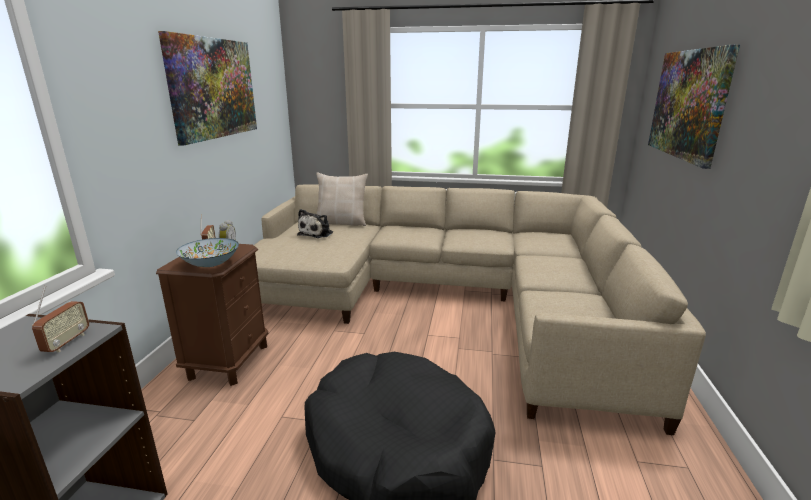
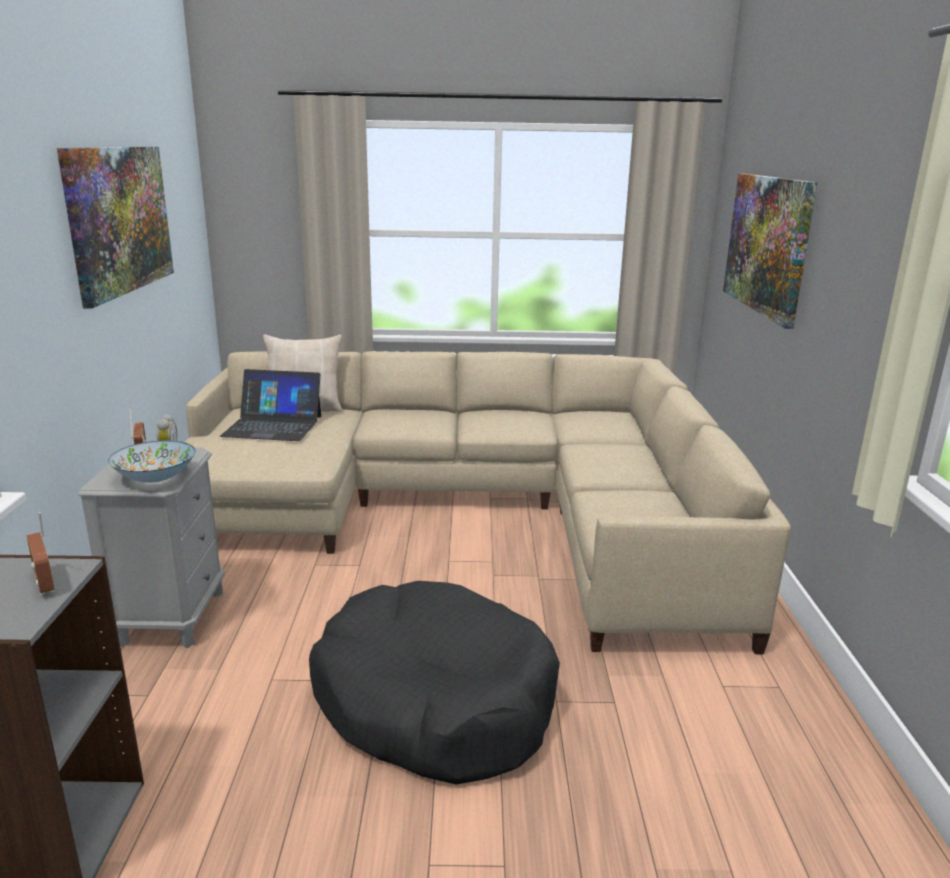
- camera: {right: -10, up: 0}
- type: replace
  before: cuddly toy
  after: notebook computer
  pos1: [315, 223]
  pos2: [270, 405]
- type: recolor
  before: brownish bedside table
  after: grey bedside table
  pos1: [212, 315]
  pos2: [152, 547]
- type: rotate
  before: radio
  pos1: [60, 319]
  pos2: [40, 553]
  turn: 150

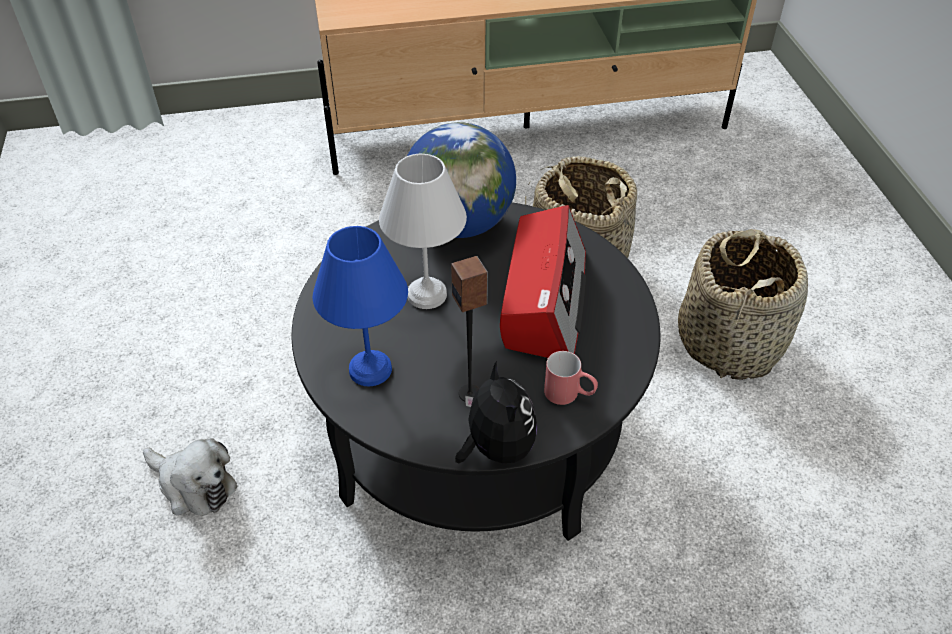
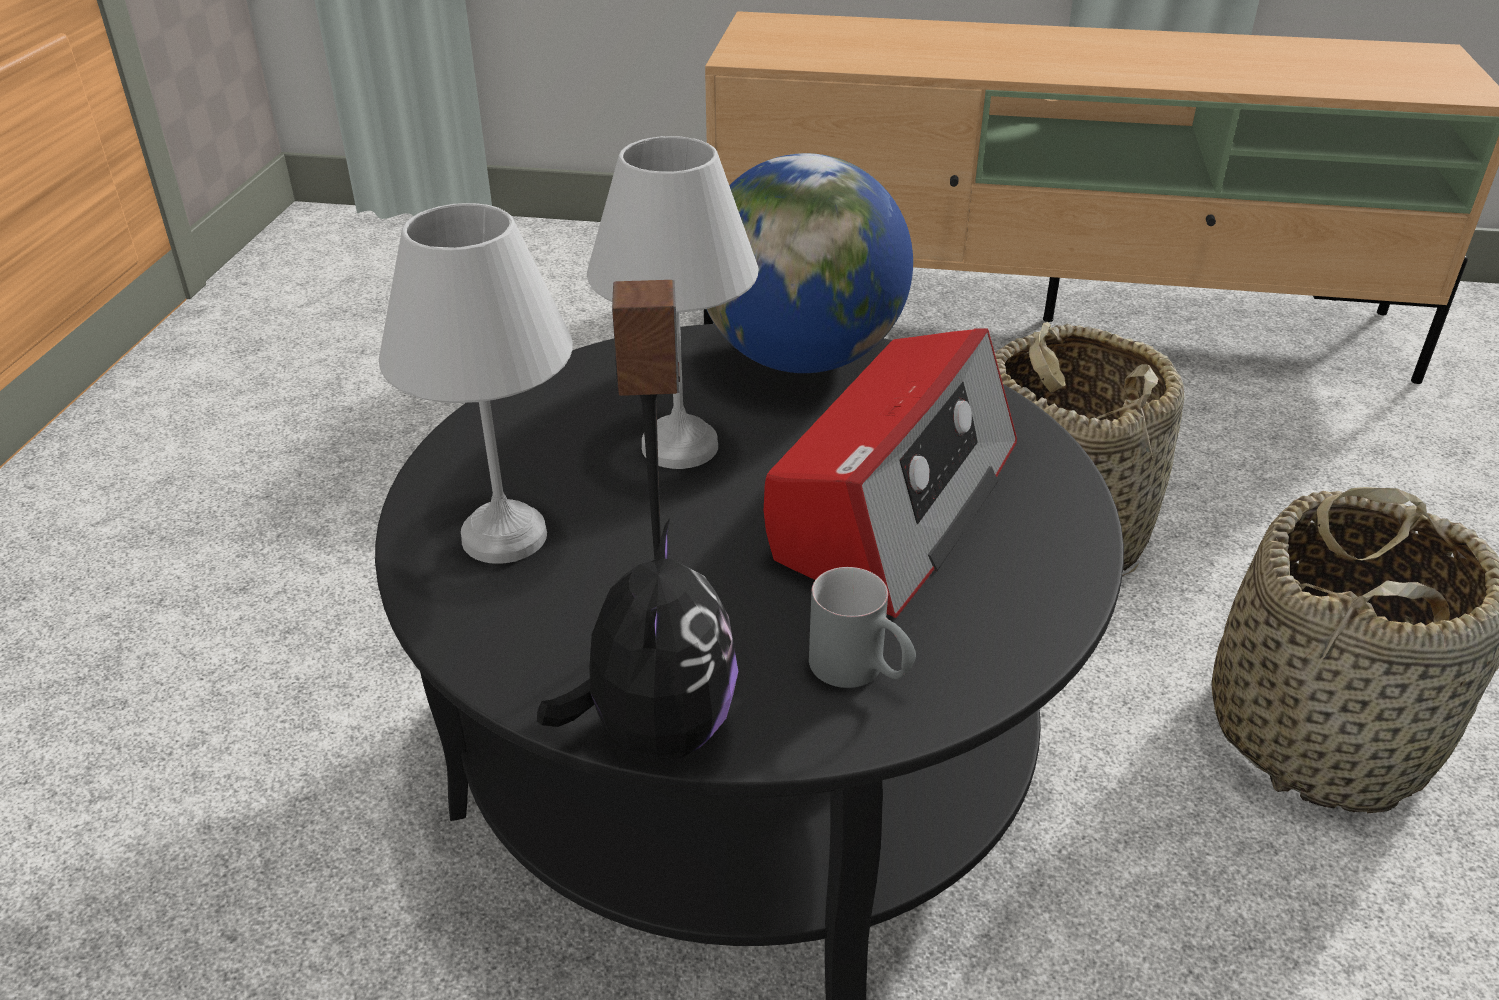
- camera: {right: 20, up: -10}
- type: recolor
  before: blue-coloured lamp for a table
  after: whitish lamp for a table
  pos1: [360, 306]
  pos2: [476, 383]
- type: recolor
  before: reddish coffee mug
  after: grey coffee mug
  pos1: [571, 378]
  pos2: [862, 627]
- type: delete
  before: cuddly toy
  pos1: [190, 477]

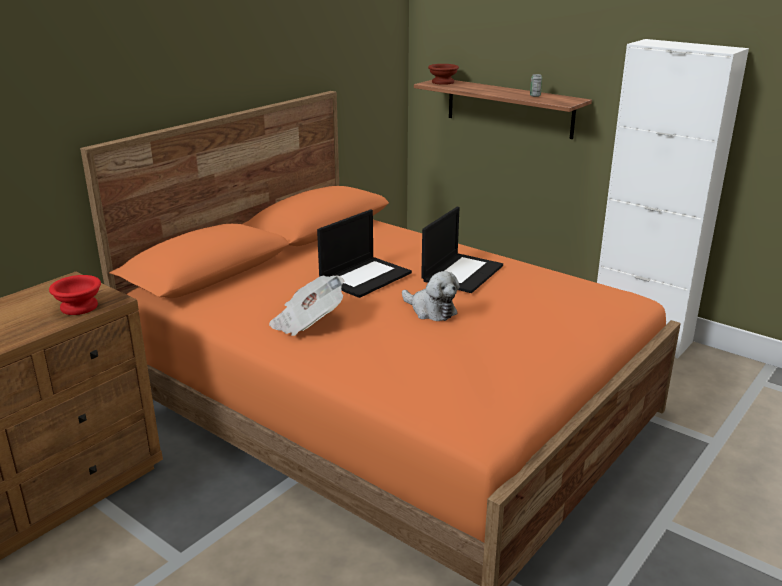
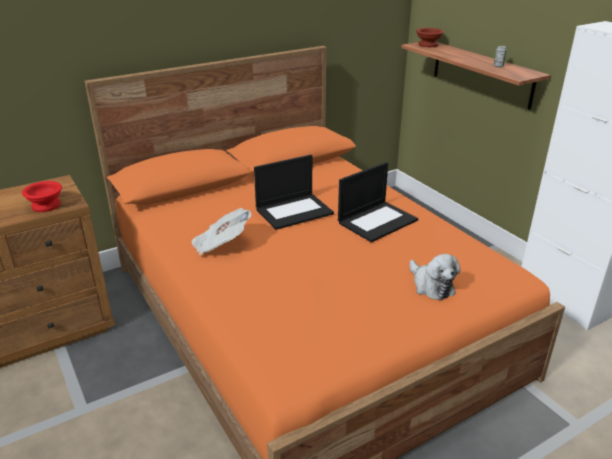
- camera: {right: 20, up: 5}
- type: move
  before: cuddly toy
  pos1: [431, 296]
  pos2: [435, 277]

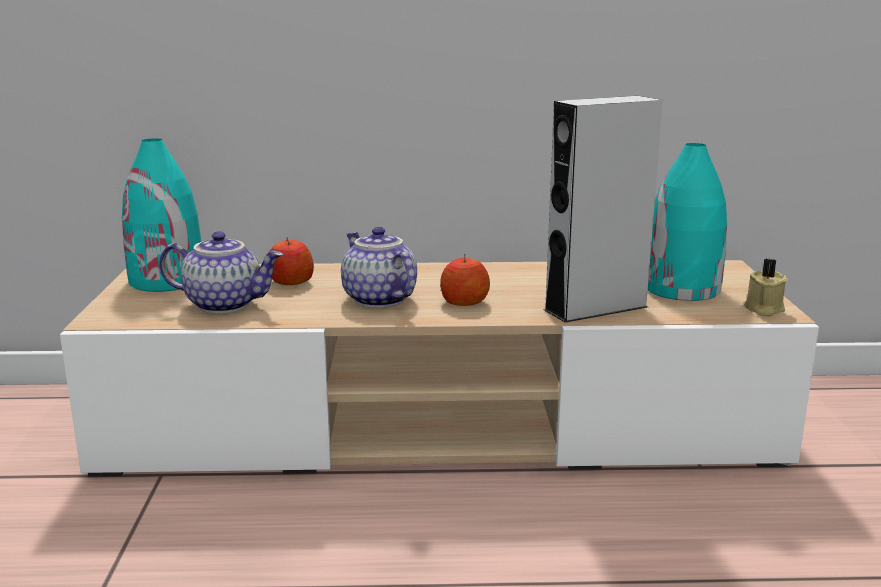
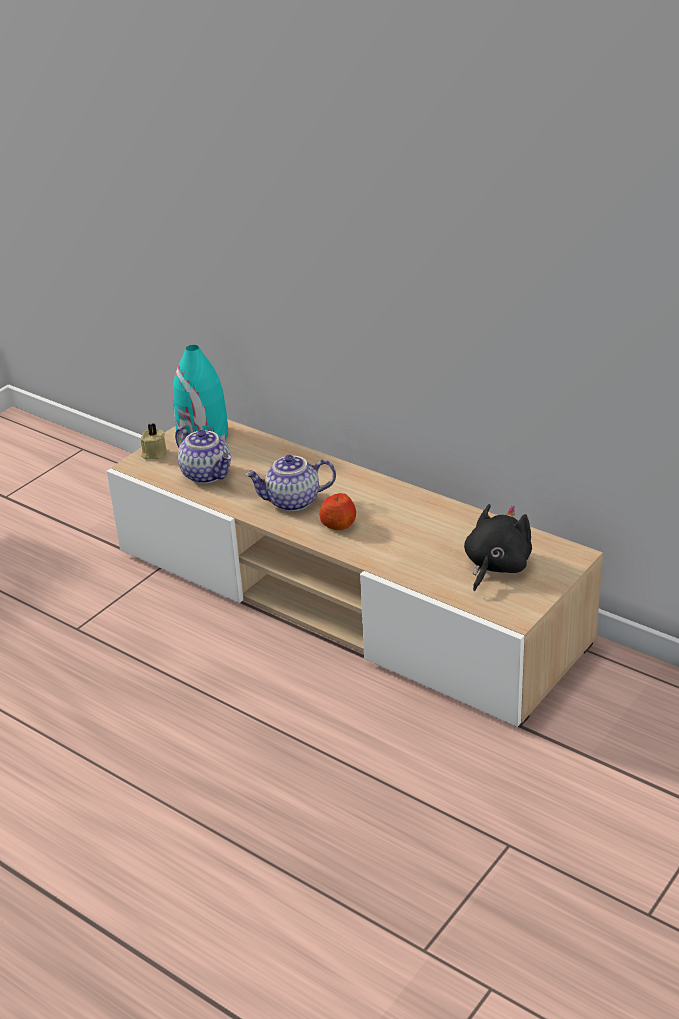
- camera: {right: 40, up: 15}
- type: delete
  before: grey loudspeaker
  pos1: [603, 209]
- type: replace
  before: blue-green vase
  after: black cuddly toy
  pos1: [687, 222]
  pos2: [498, 548]
- type: rotate
  before: tea pot
  pos1: [379, 267]
  pos2: [290, 483]
  turn: -105
- type: delete
  before: whole apple
  pos1: [292, 261]
- type: move
  before: beige-coloured candle
  pos1: [766, 287]
  pos2: [154, 441]

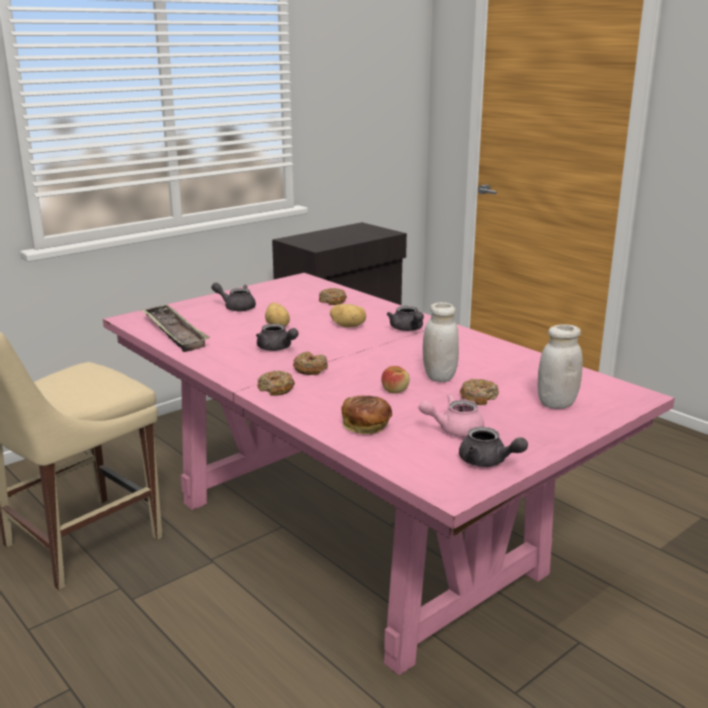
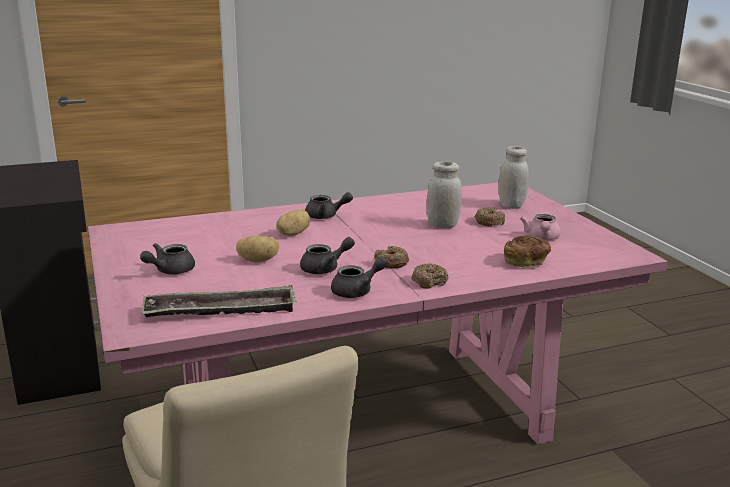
- camera: {right: -70, up: 0}
- type: delete
  before: ring doughnut
  pos1: [333, 296]
- type: delete
  before: whole apple
  pos1: [395, 380]
- type: move
  before: grey tea pot
  pos1: [493, 447]
  pos2: [359, 277]

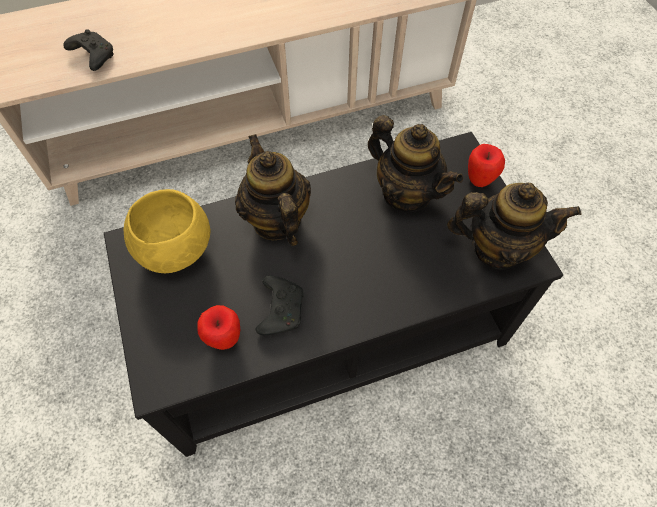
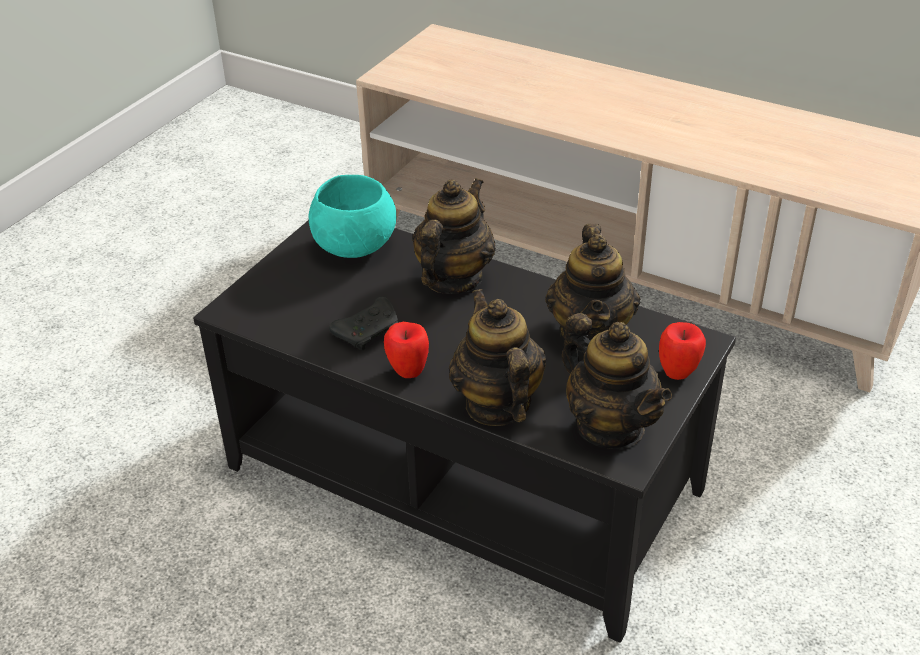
- camera: {right: 50, up: -20}
- type: delete
  before: black game controller
  pos1: [88, 50]
- type: recolor
  before: yellow-coloured deep dish
  after: blue-green deep dish
  pos1: [167, 231]
  pos2: [352, 216]
- type: move
  before: whole apple
  pos1: [218, 327]
  pos2: [406, 350]
- type: insert
  after: tea pot
  pos2: [497, 357]

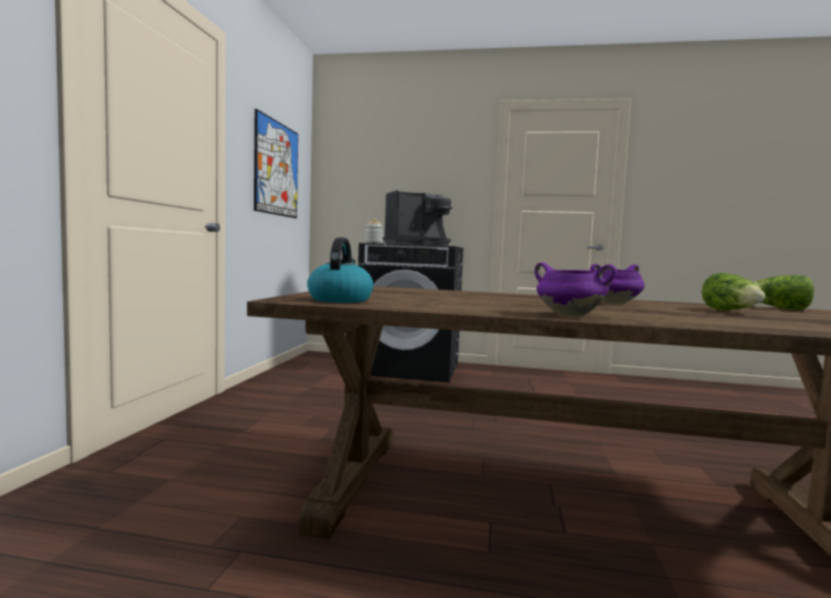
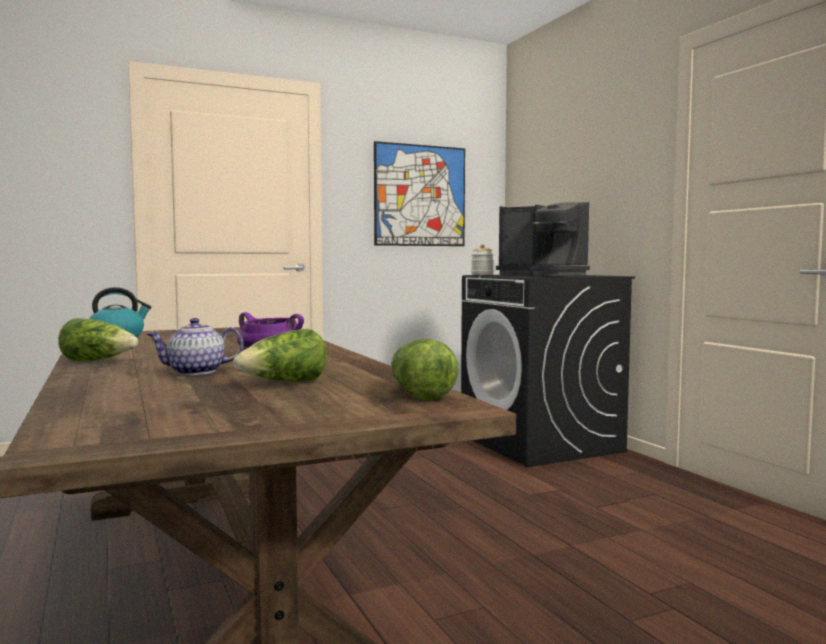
- camera: {right: 55, up: 0}
- type: replace
  before: purplish cooking pot
  after: lettuce head
  pos1: [576, 289]
  pos2: [98, 340]
- type: insert
  after: tea pot
  pos2: [195, 346]

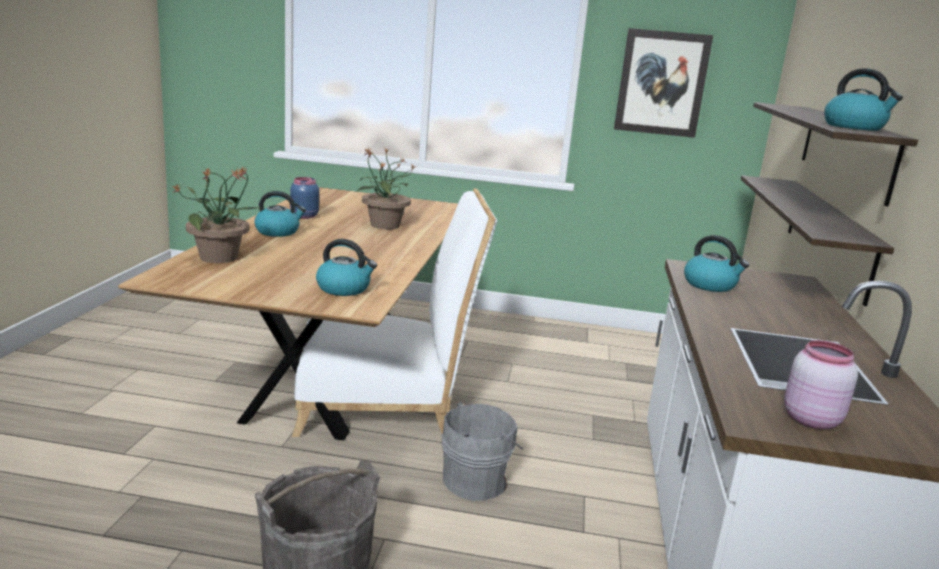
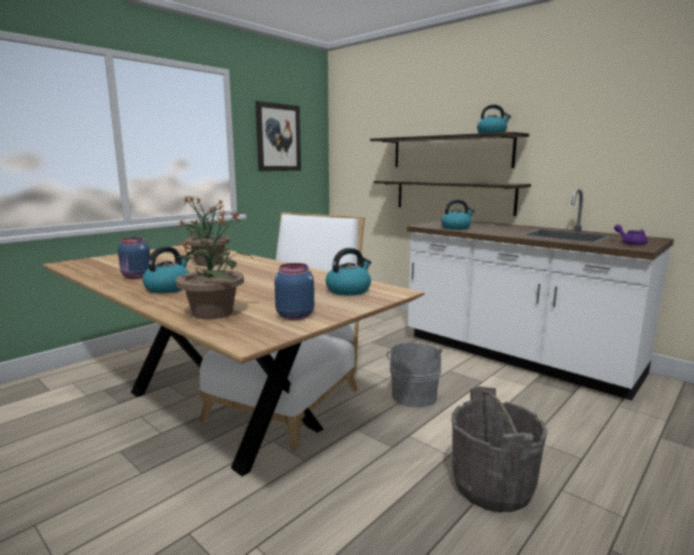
- camera: {right: -55, up: -5}
- type: replace
  before: pink-coloured storage jar
  after: purplish tea pot
  pos1: [821, 384]
  pos2: [631, 234]
- type: insert
  after: blue-coloured storage jar
  pos2: [294, 291]

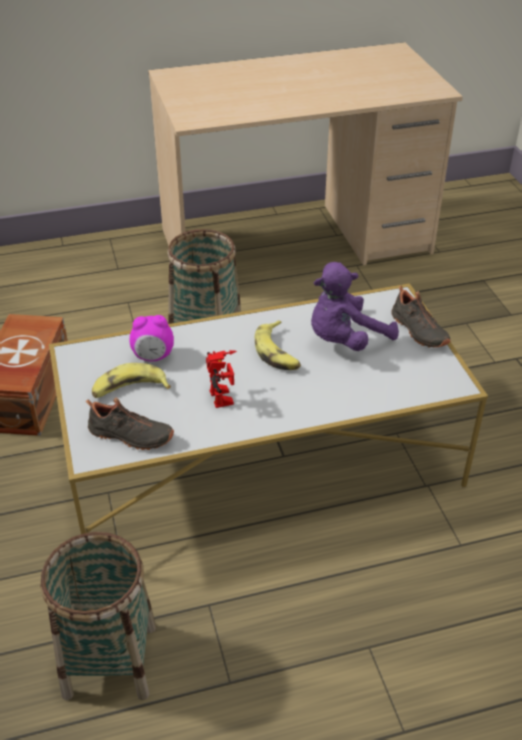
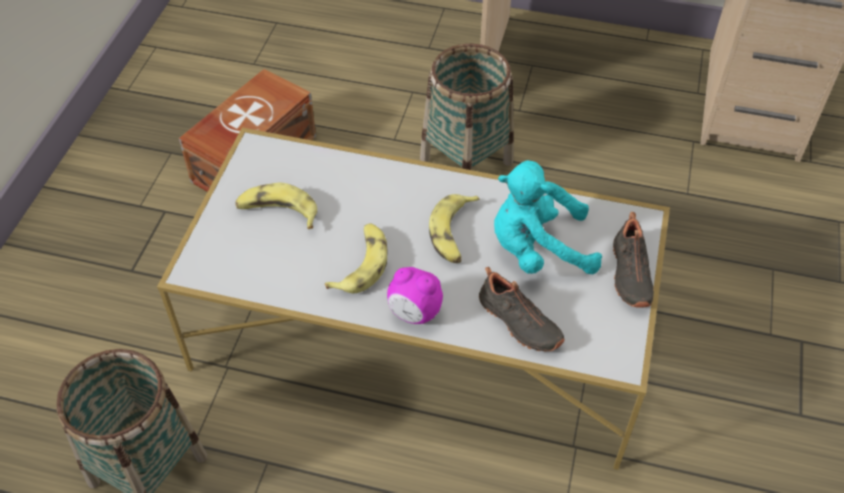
- camera: {right: 30, up: 10}
- type: recolor
  before: purplish cuddly toy
  after: blue-green cuddly toy
  pos1: [355, 306]
  pos2: [548, 217]
- type: move
  before: bedside clock
  pos1: [152, 338]
  pos2: [415, 295]
- type: replace
  before: robot figure
  after: whole banana
  pos1: [221, 379]
  pos2: [356, 258]
- type: move
  before: black shoe
  pos1: [130, 423]
  pos2: [522, 309]

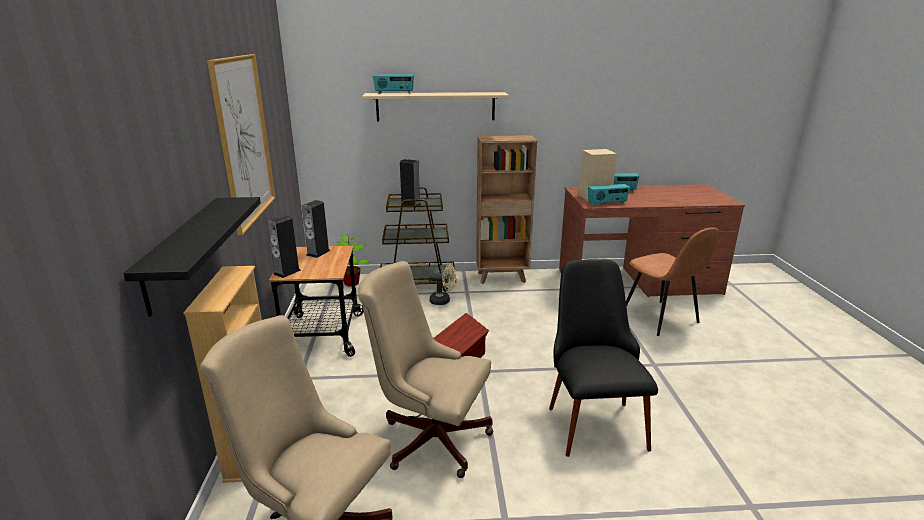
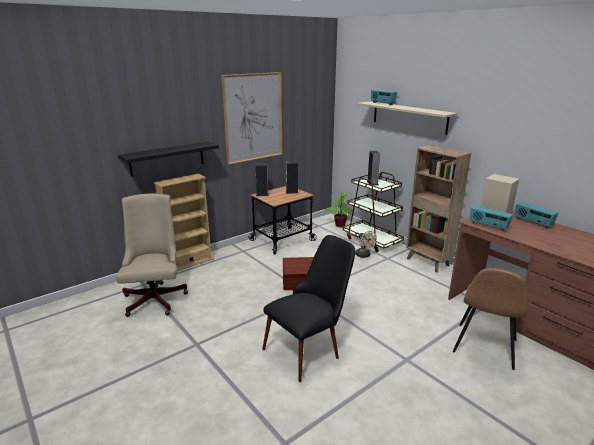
- camera: {right: 55, up: 0}
- type: delete
  before: beige-coloured office chair
  pos1: [425, 369]

